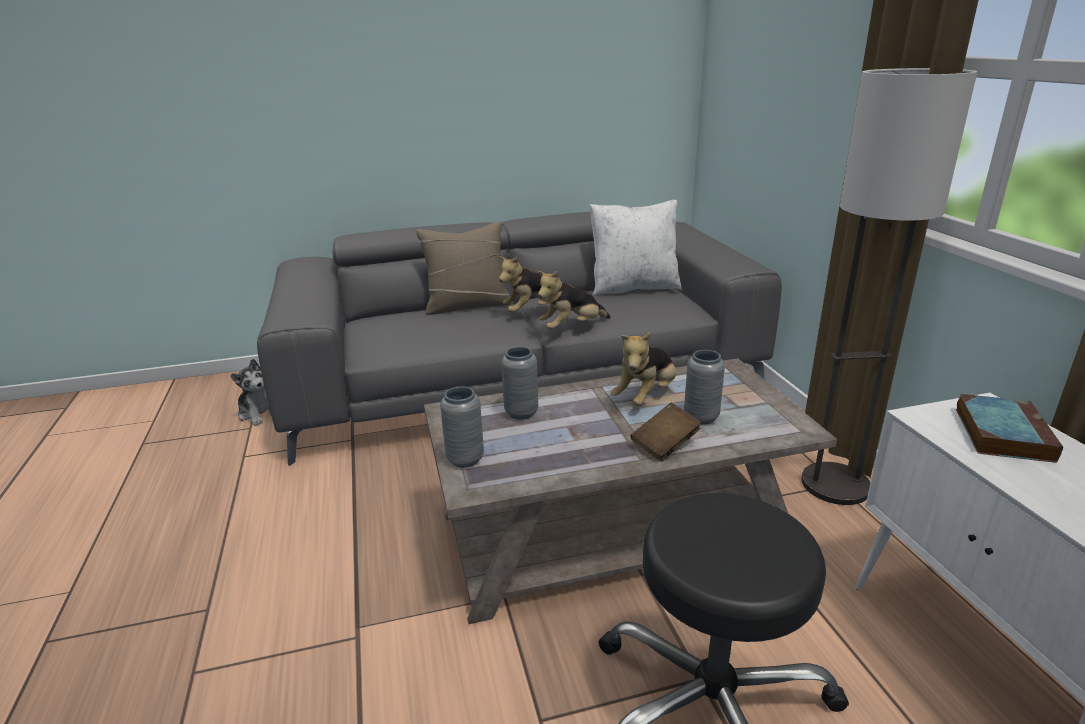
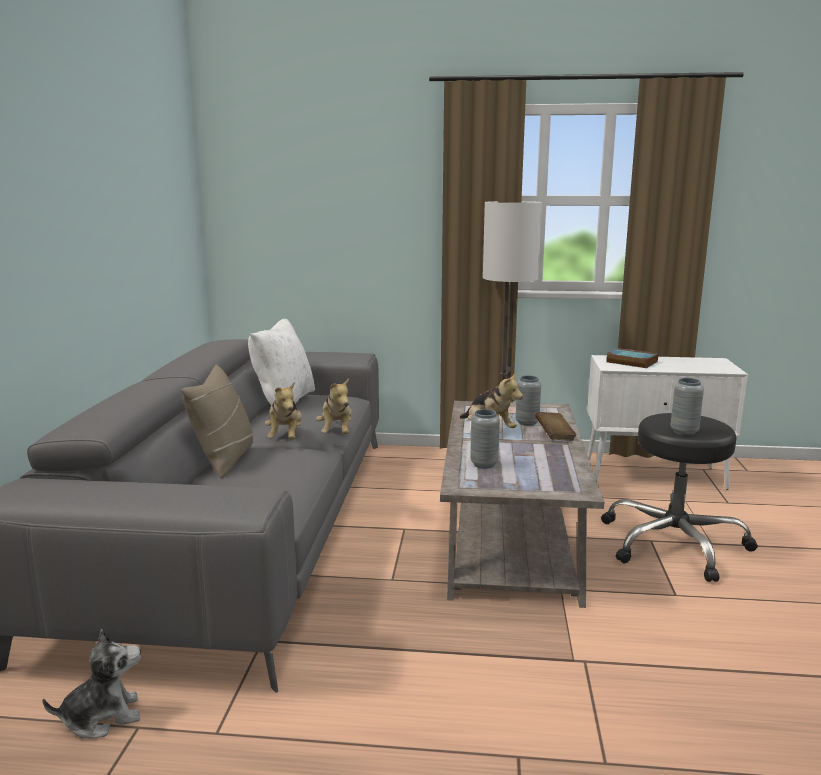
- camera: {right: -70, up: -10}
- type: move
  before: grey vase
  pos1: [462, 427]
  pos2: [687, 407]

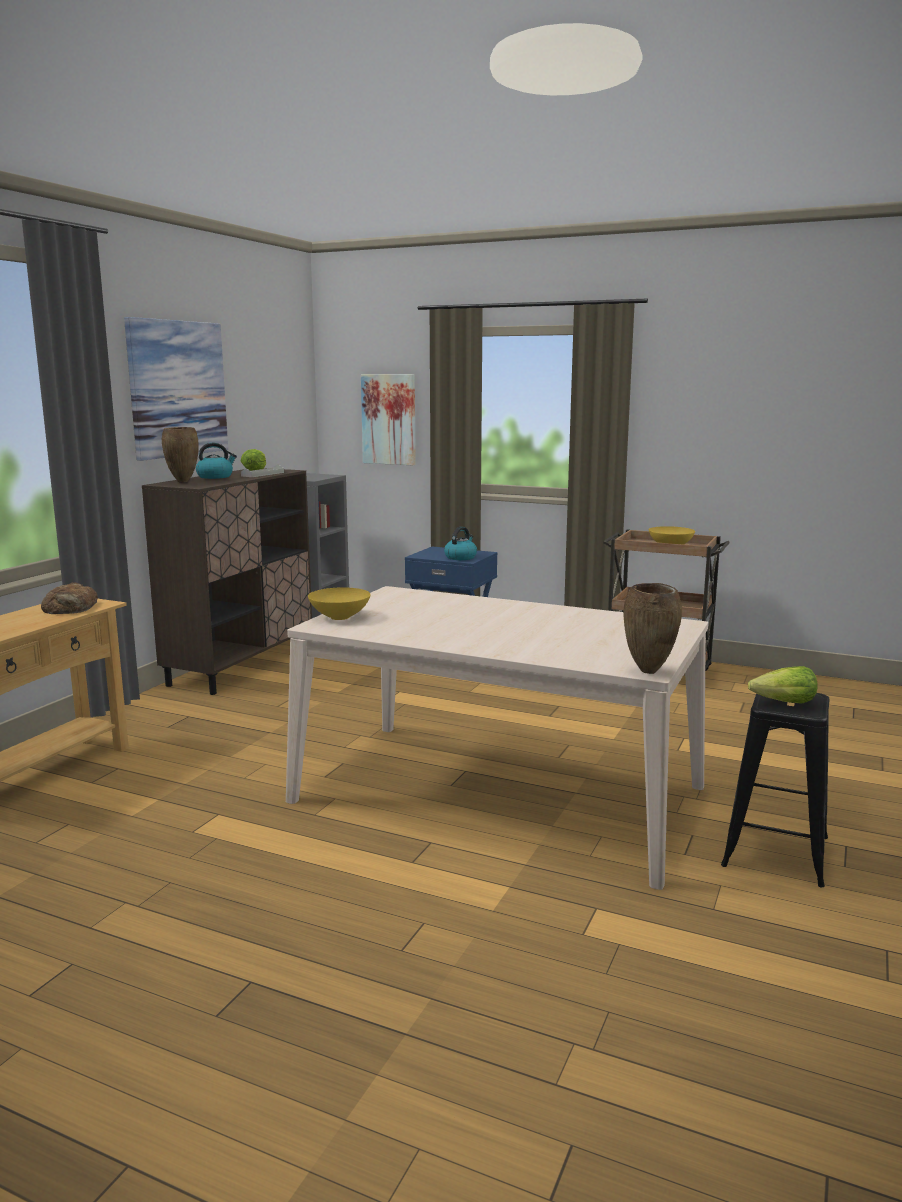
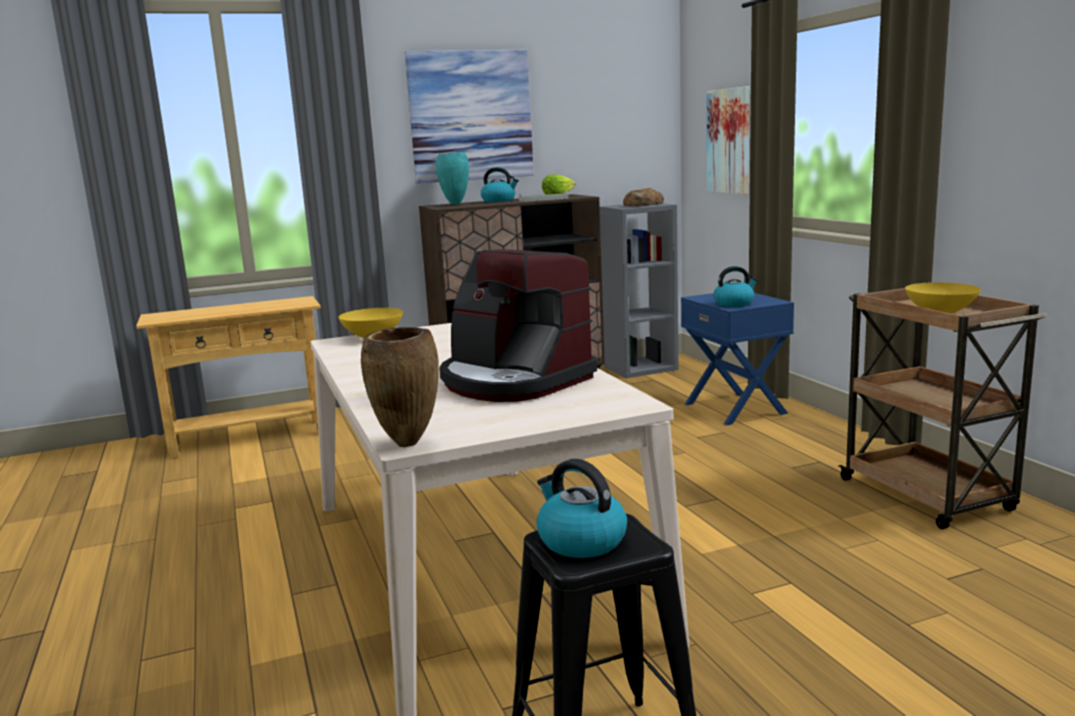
- camera: {right: 45, up: 0}
- type: recolor
  before: brownish vase
  after: blue-green vase
  pos1: [180, 454]
  pos2: [452, 178]
- type: move
  before: bread
  pos1: [69, 598]
  pos2: [643, 197]
- type: replace
  before: lettuce head
  after: tea kettle
  pos1: [782, 685]
  pos2: [581, 508]
- type: insert
  after: coffee brewer
  pos2: [518, 325]

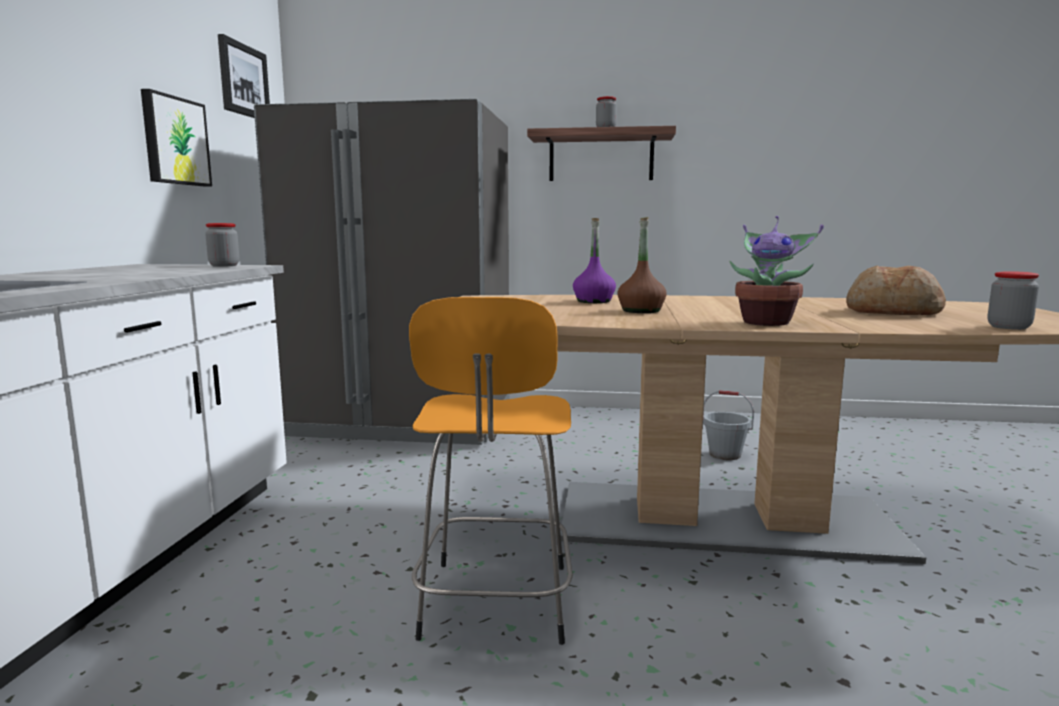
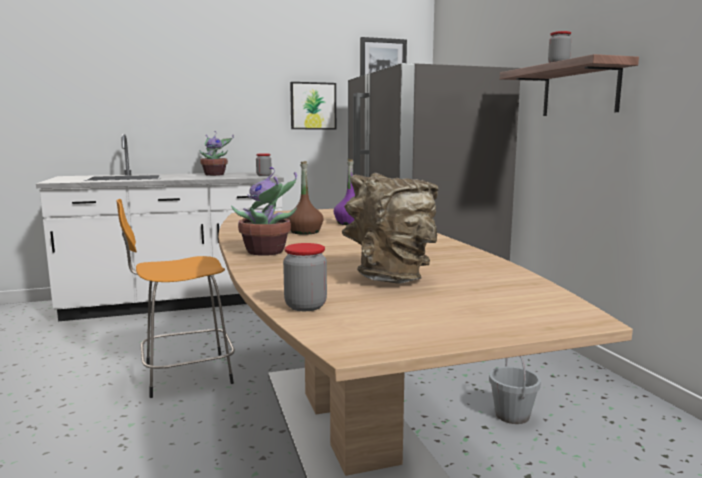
- camera: {right: 65, up: 0}
- type: replace
  before: bread
  after: brownish vase
  pos1: [896, 290]
  pos2: [390, 228]
- type: insert
  after: plant in a pot
  pos2: [216, 153]

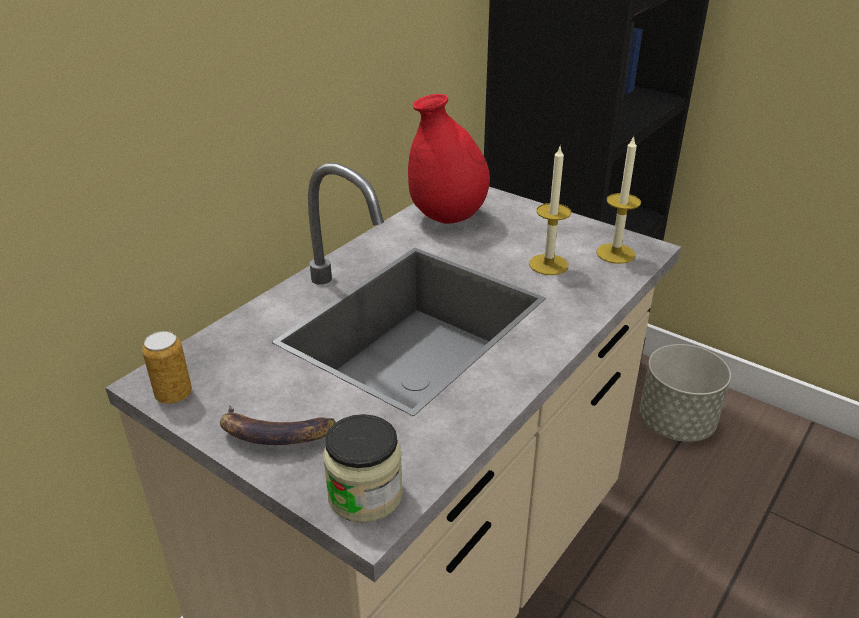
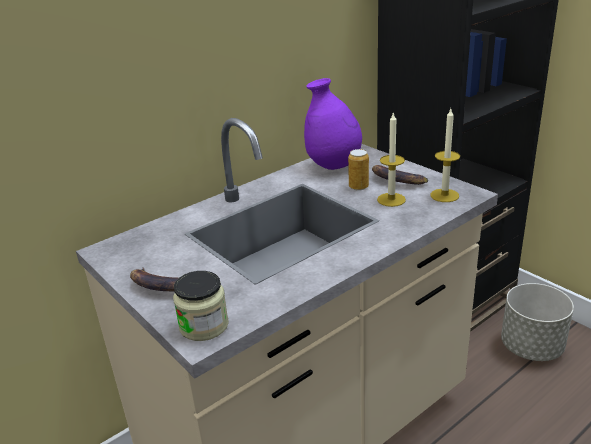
- camera: {right: 15, up: -5}
- type: recolor
  before: reddish vase
  after: purplish vase
  pos1: [449, 159]
  pos2: [333, 124]
- type: move
  before: sealed can
  pos1: [167, 367]
  pos2: [358, 170]
- type: insert
  after: whole banana
  pos2: [400, 175]

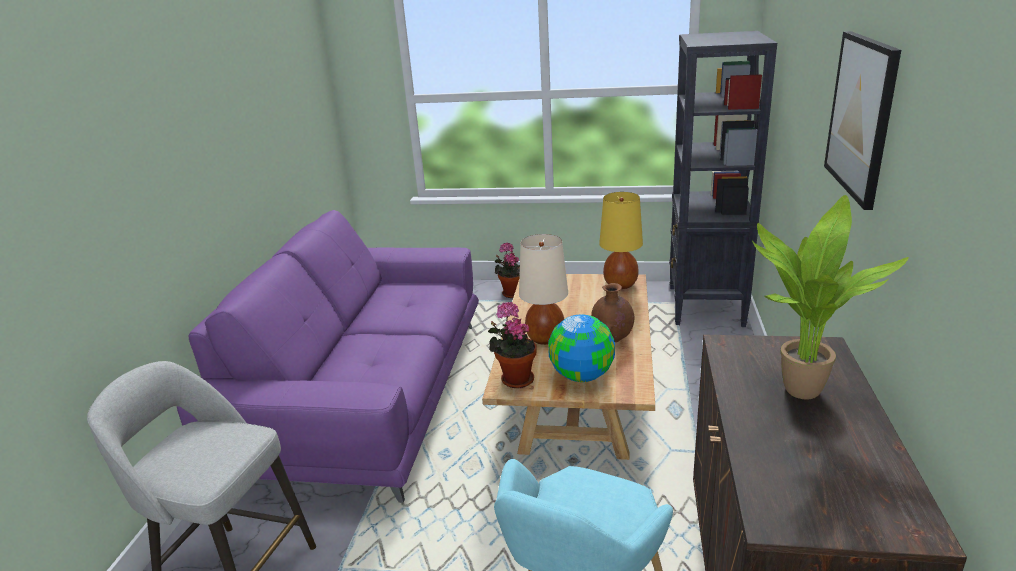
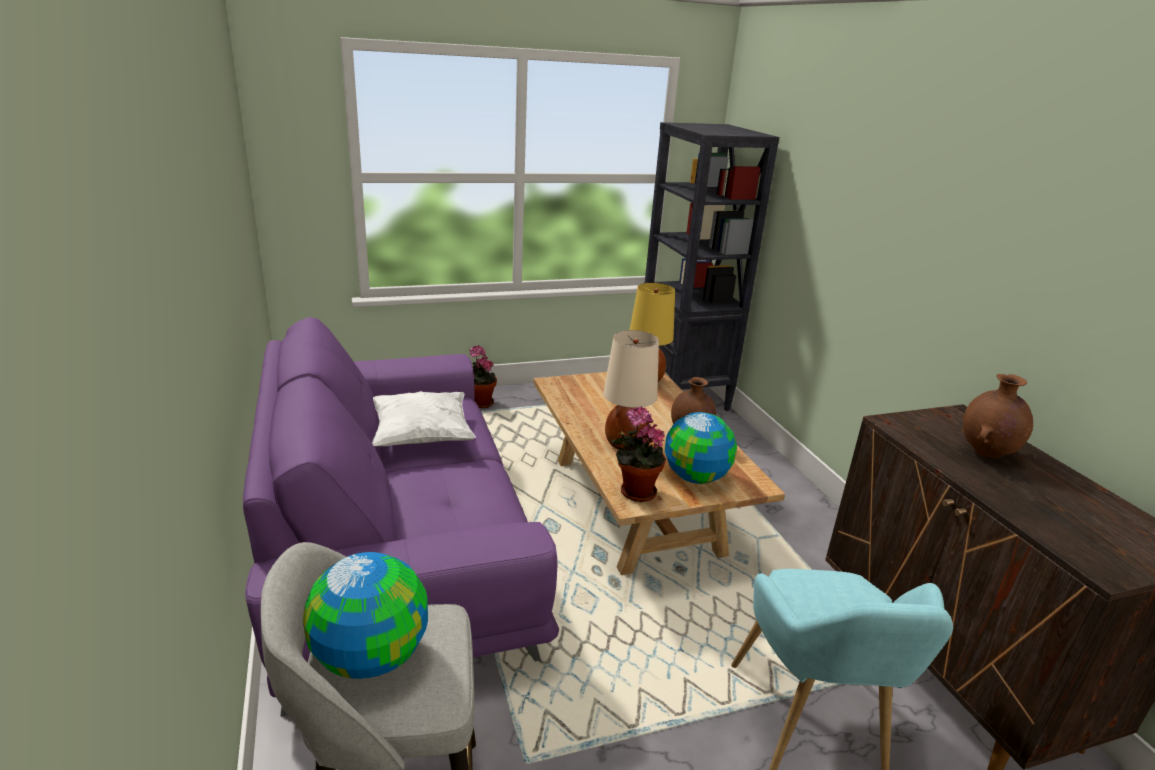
- camera: {right: -30, up: 0}
- type: delete
  before: picture
  pos1: [862, 120]
- type: replace
  before: plant in a pot
  after: brownish vase
  pos1: [830, 297]
  pos2: [998, 416]
- type: insert
  after: whitish throw pillow
  pos2: [424, 418]
- type: insert
  after: world globe
  pos2: [365, 615]

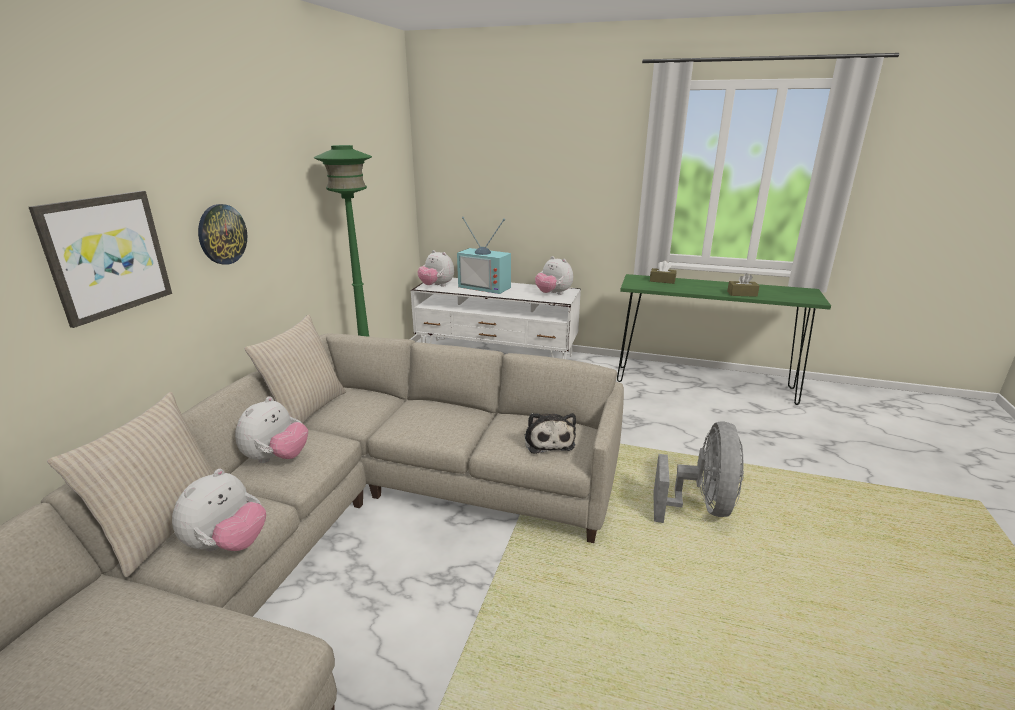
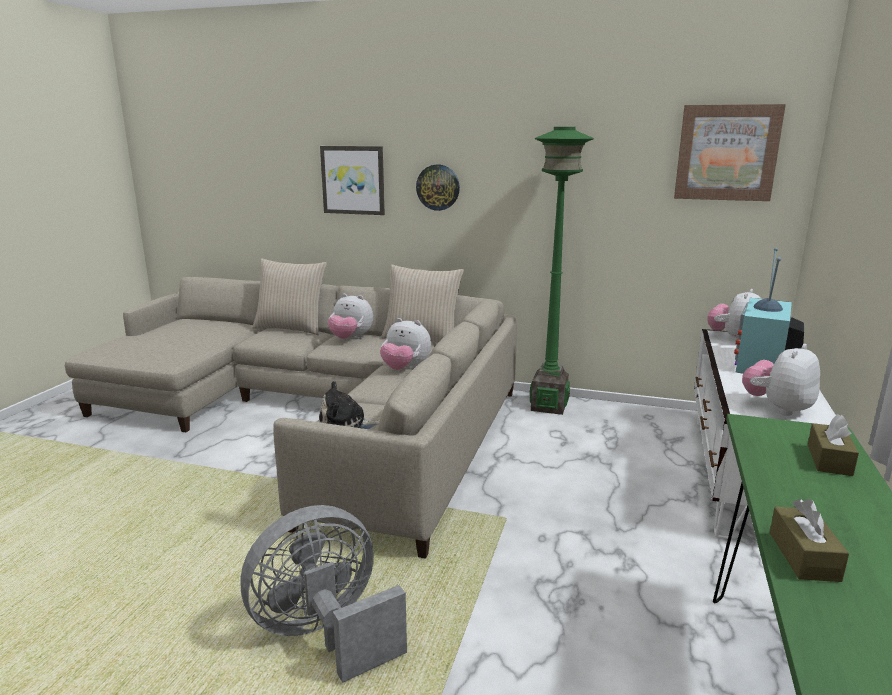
- camera: {right: 90, up: -5}
- type: rotate
  before: grey cooling fan
  pos1: [698, 472]
  pos2: [324, 594]
  turn: 135
- type: move
  before: cuddly toy
  pos1: [219, 510]
  pos2: [405, 344]
- type: insert
  after: picture
  pos2: [730, 152]

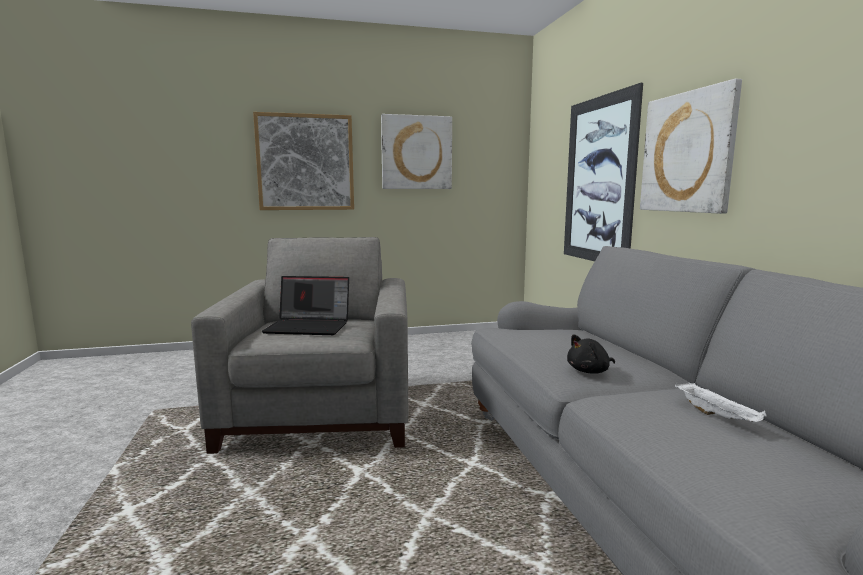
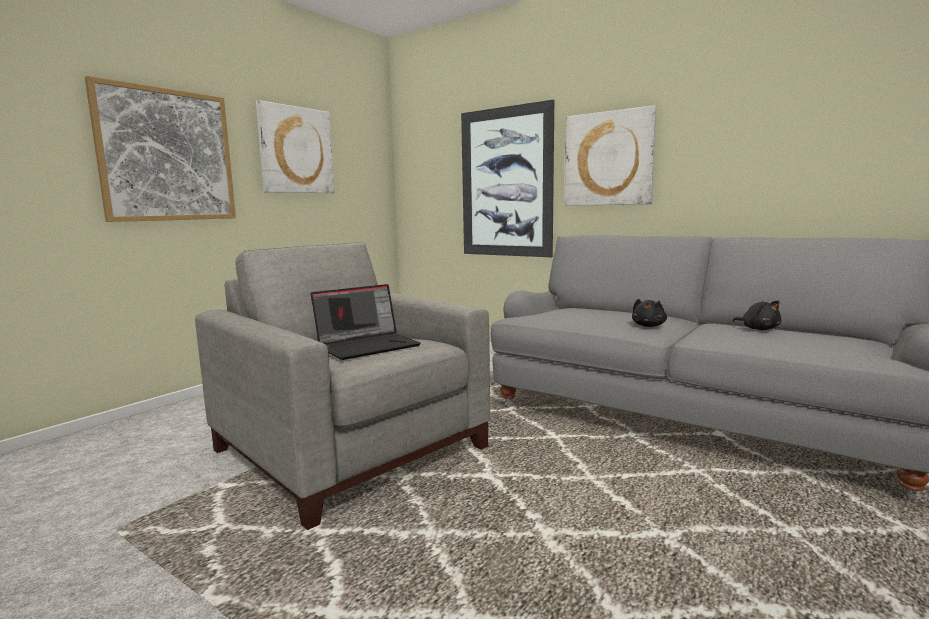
- camera: {right: -40, up: 0}
- type: replace
  before: whitish serving tray
  after: black cuddly toy
  pos1: [721, 402]
  pos2: [757, 315]

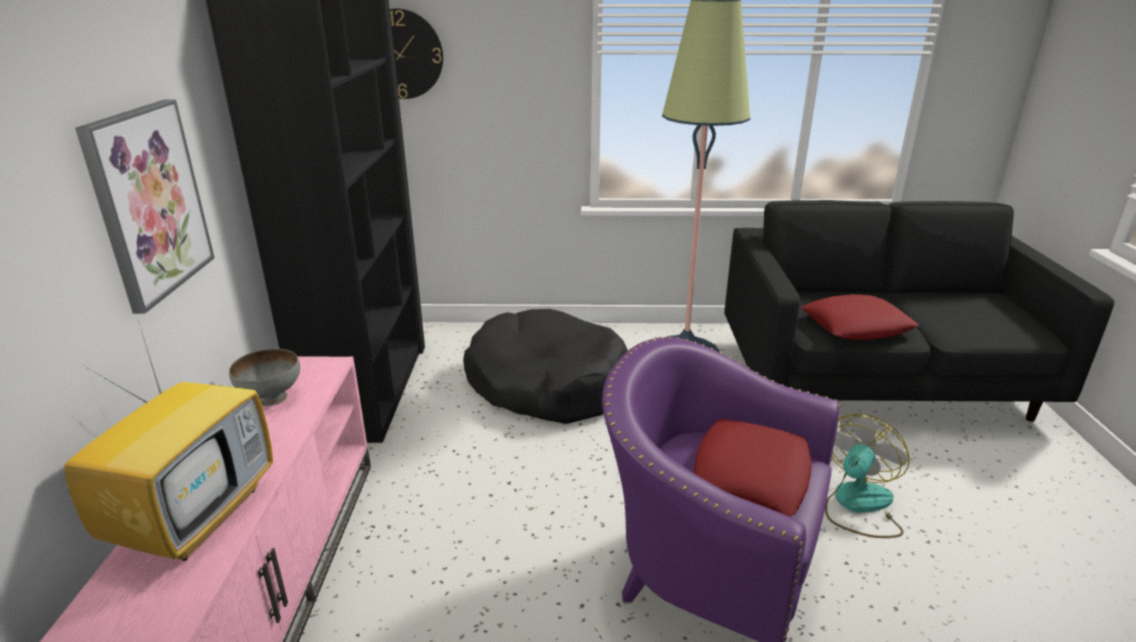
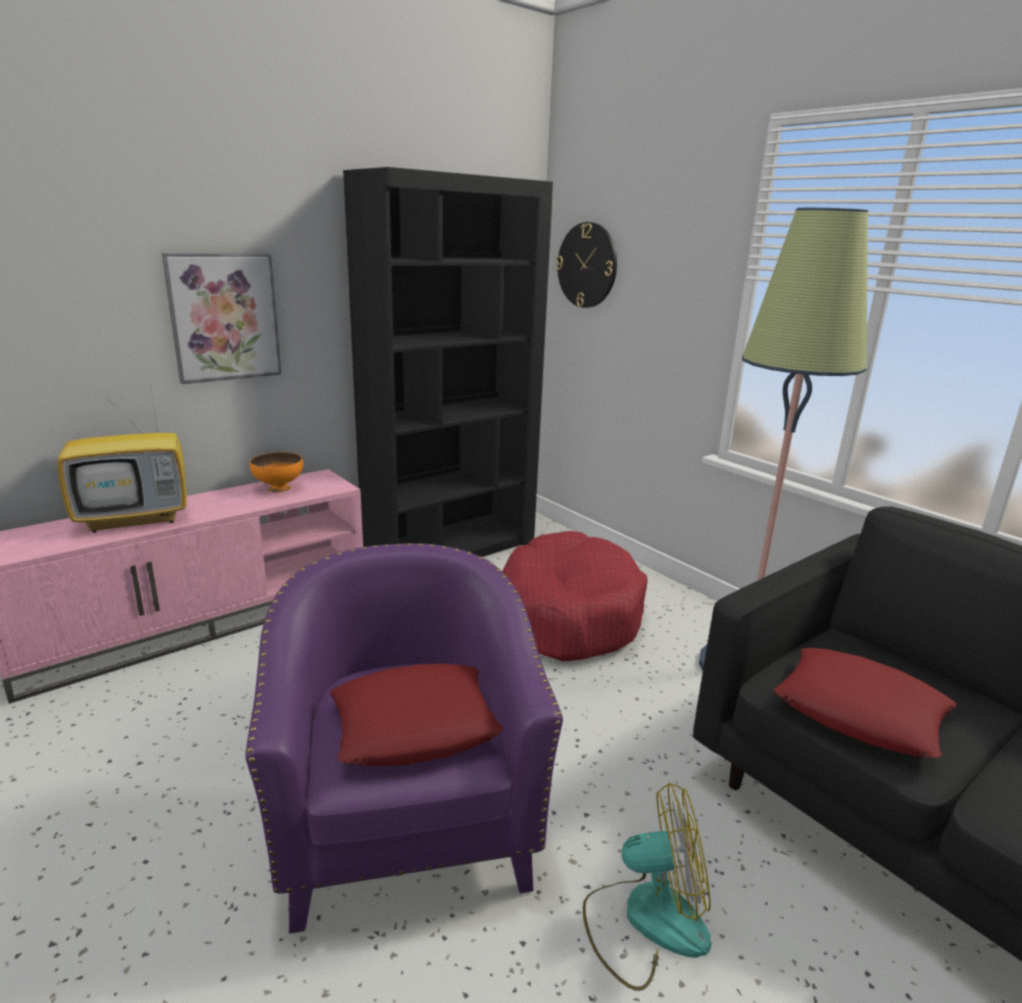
- camera: {right: 50, up: -5}
- type: recolor
  before: black dog cushion
  after: reddish dog cushion
  pos1: [545, 366]
  pos2: [575, 596]
- type: recolor
  before: grey deep dish
  after: orange-coloured deep dish
  pos1: [264, 377]
  pos2: [276, 472]

